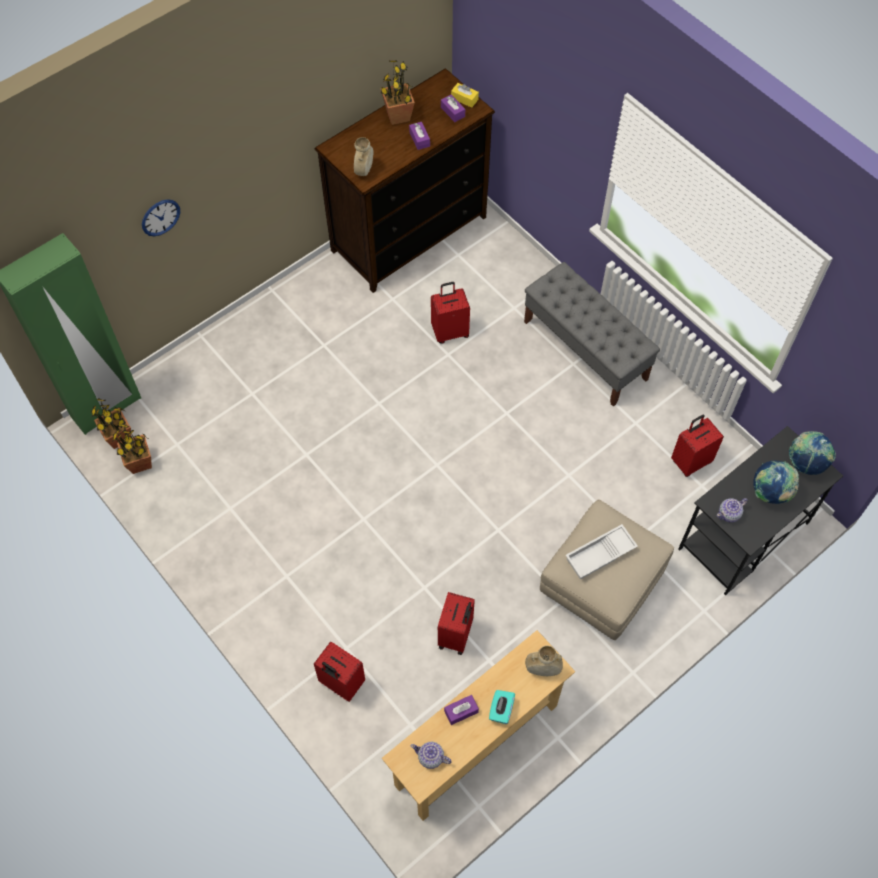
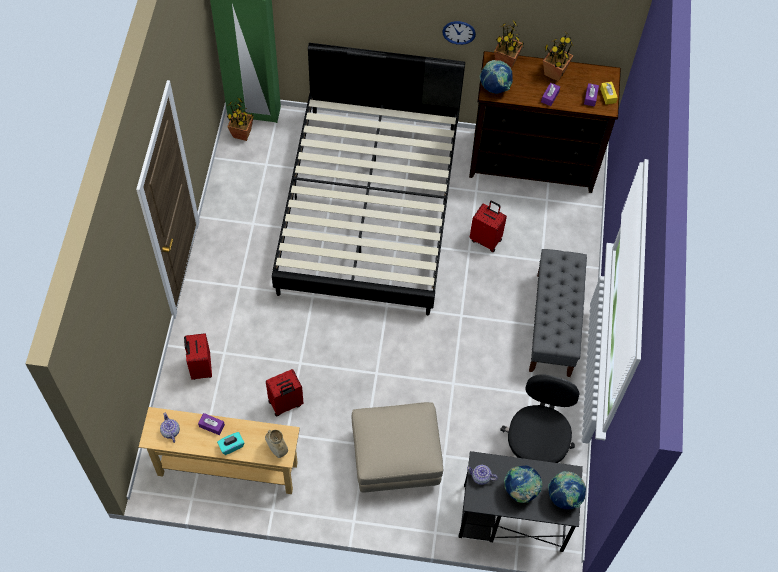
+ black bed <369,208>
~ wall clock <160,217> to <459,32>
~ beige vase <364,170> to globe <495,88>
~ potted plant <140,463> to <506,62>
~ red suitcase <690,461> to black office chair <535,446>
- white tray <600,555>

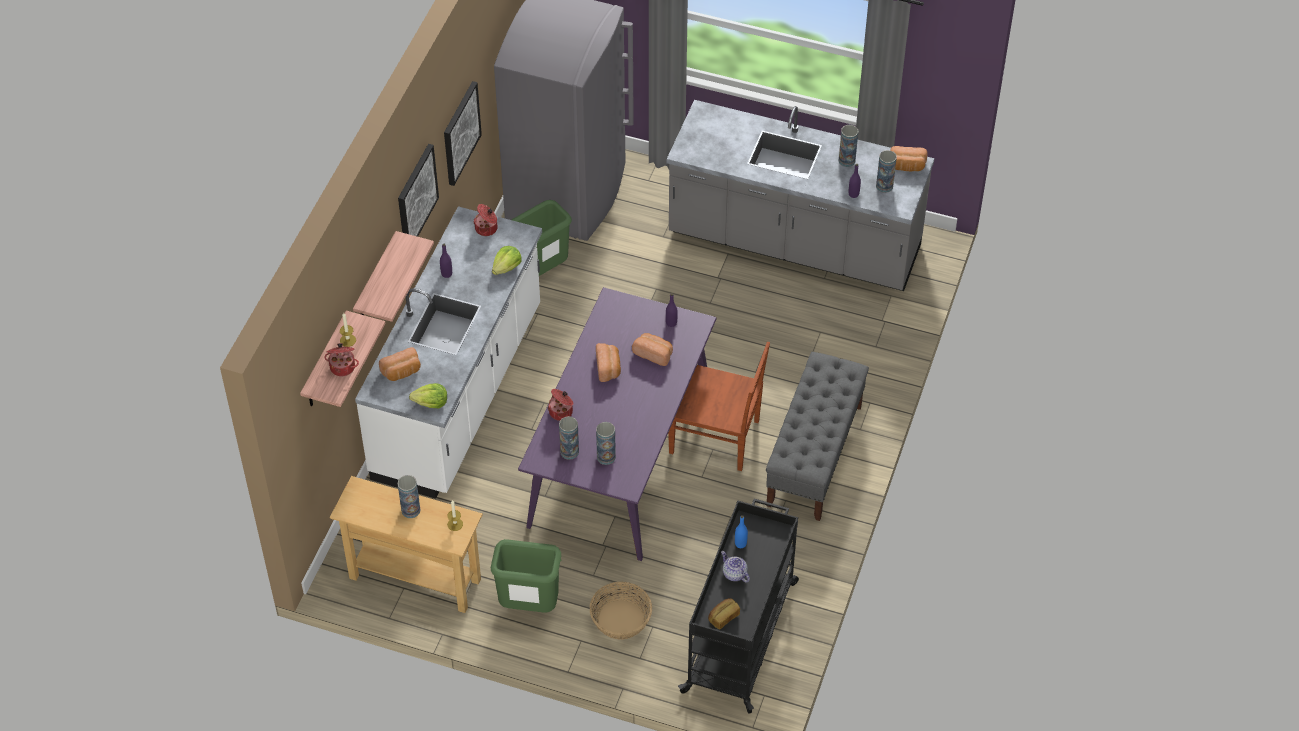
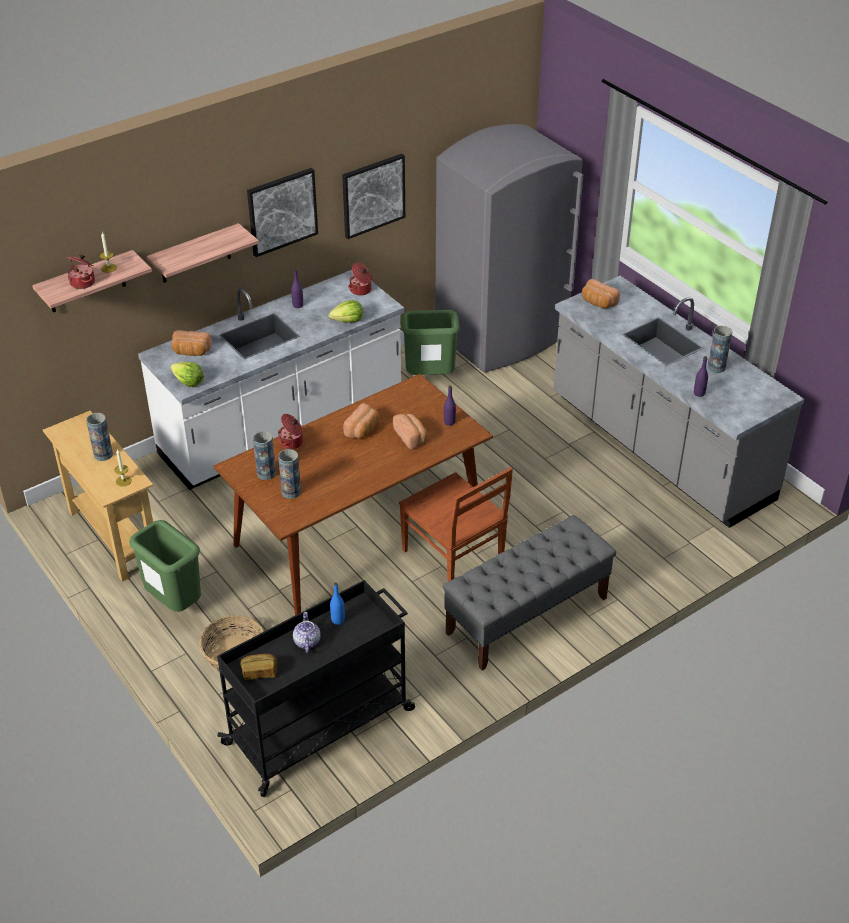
~ purple dining table <621,459> to brown dining table <358,535>
~ bread <907,166> to <598,303>
- vase <884,186>

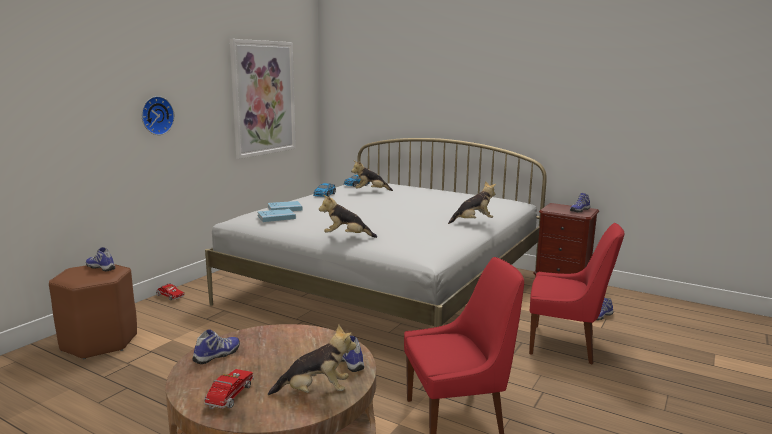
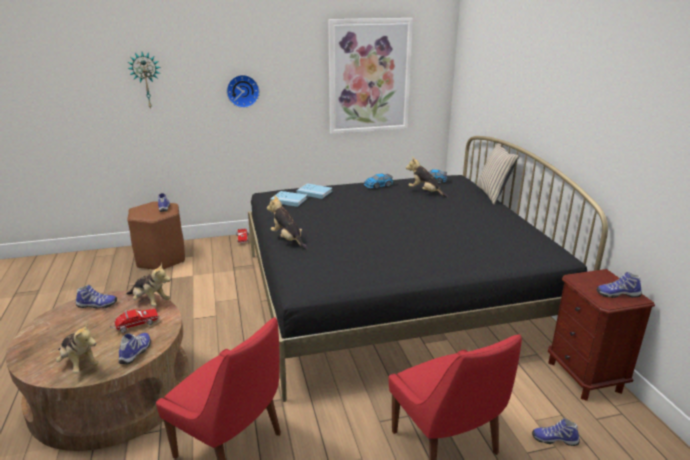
~ toy truck <229,398> to <135,325>
~ plush toy <473,222> to <150,301>
+ wall clock <146,80>
~ white bed <387,287> to black bed <393,296>
+ beige pillow <493,194>

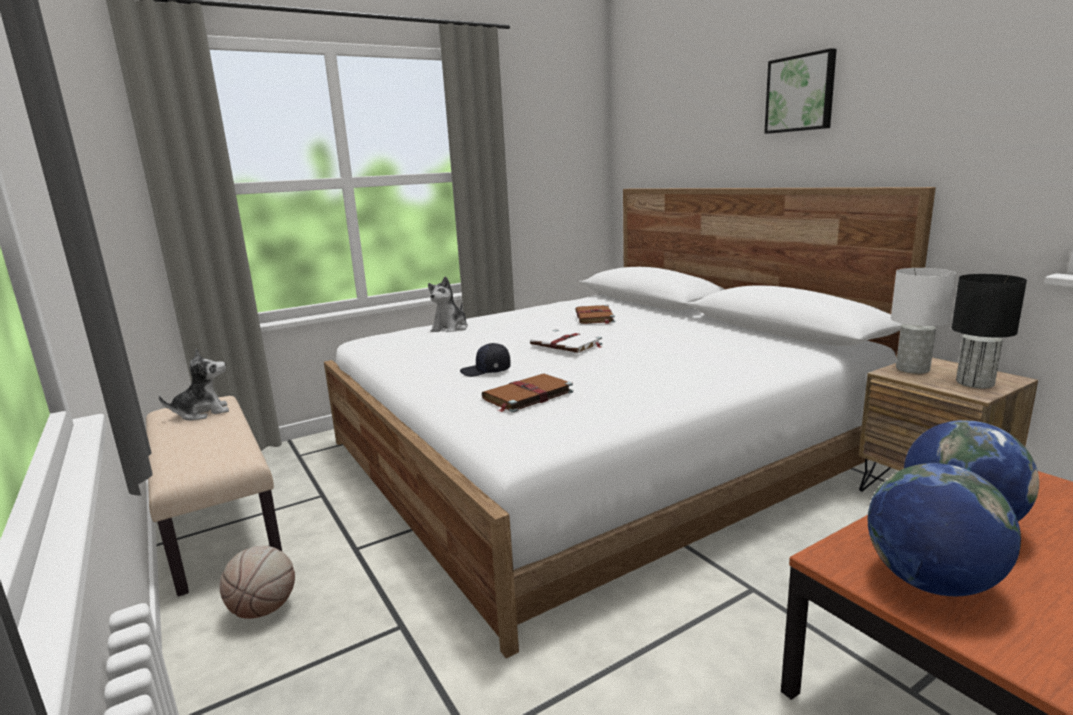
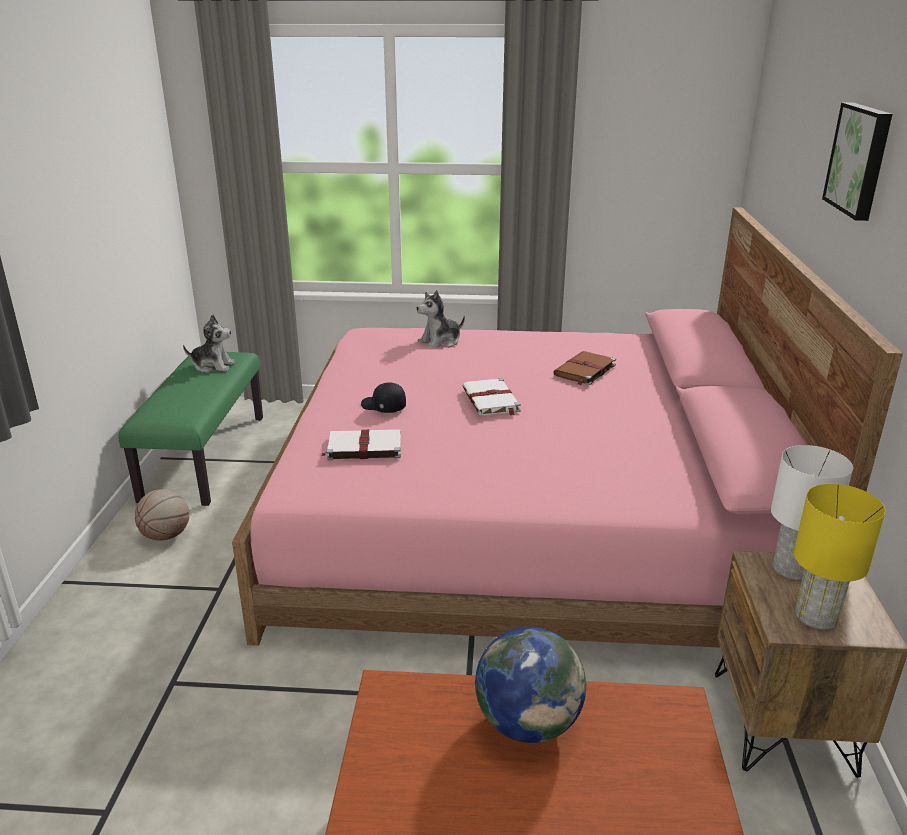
~ beige bench <217,523> to green bench <204,457>
~ white bed <594,452> to pink bed <526,514>
~ brown book <526,396> to white book <363,447>
~ black table lamp <974,383> to yellow table lamp <817,616>
- globe <931,582>

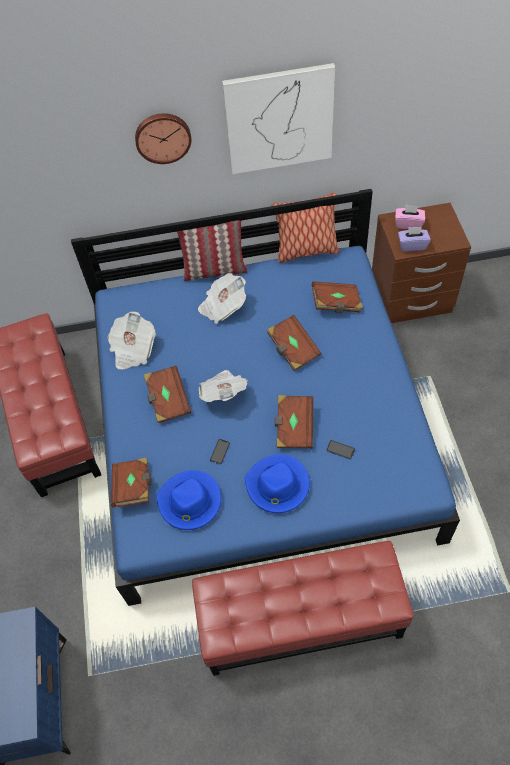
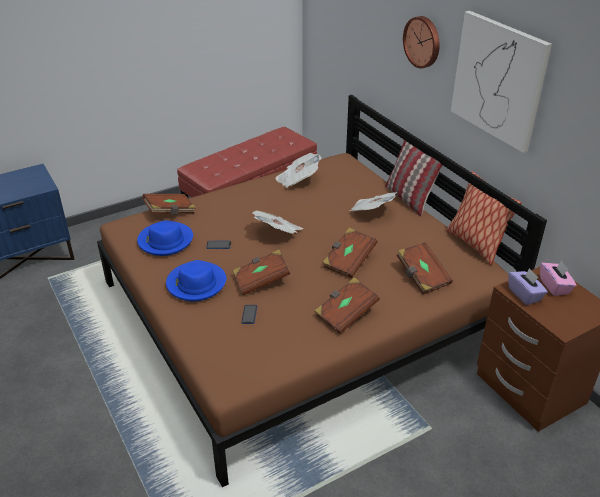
~ blue bed <260,425> to brown bed <300,311>
~ brown book <167,400> to <345,314>
- red ottoman <300,619>

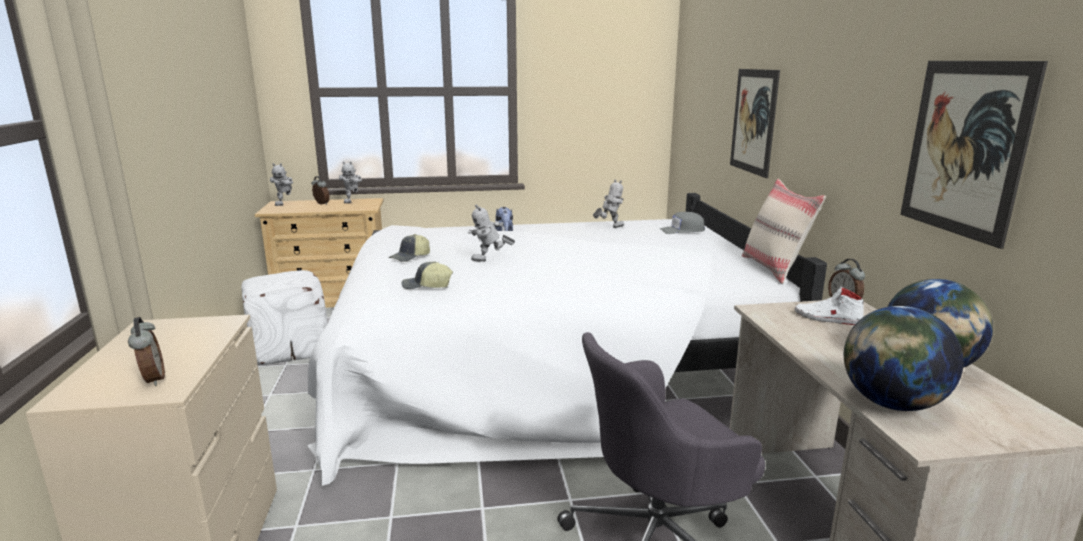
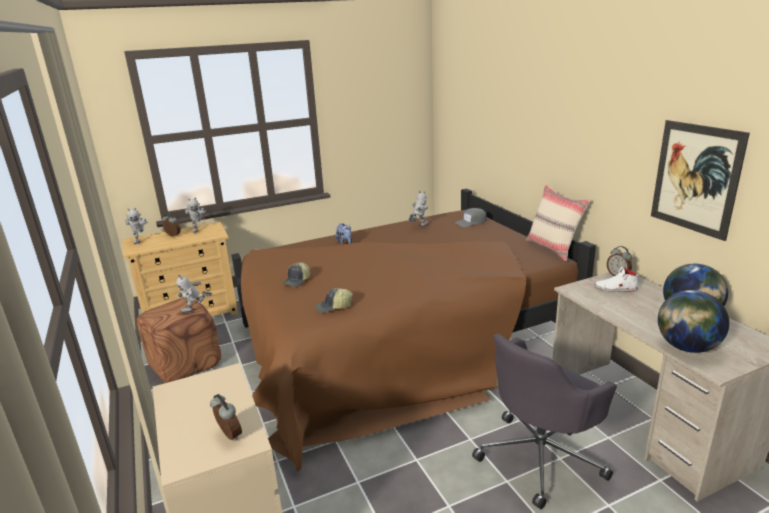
~ white ottoman <289,349> to brown ottoman <184,364>
~ toy robot <490,261> to <196,311>
~ white bed <549,368> to brown bed <399,341>
- picture <753,121>

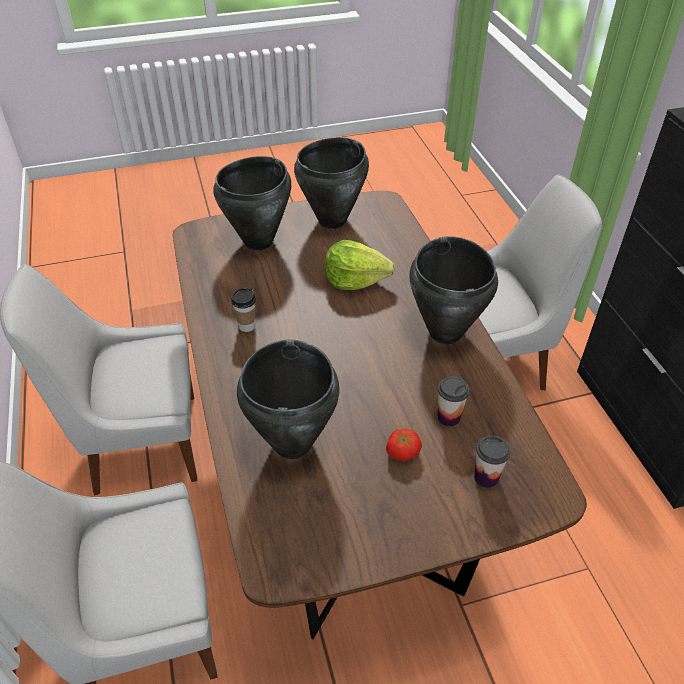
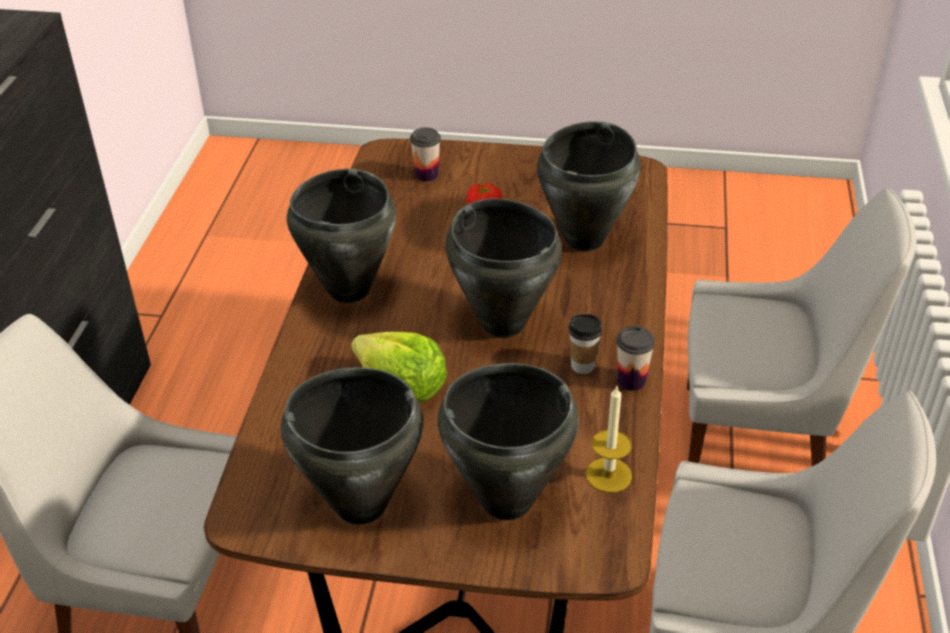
+ black cooking pot <503,322>
+ candle <608,475>
~ cup <448,417> to <631,381>

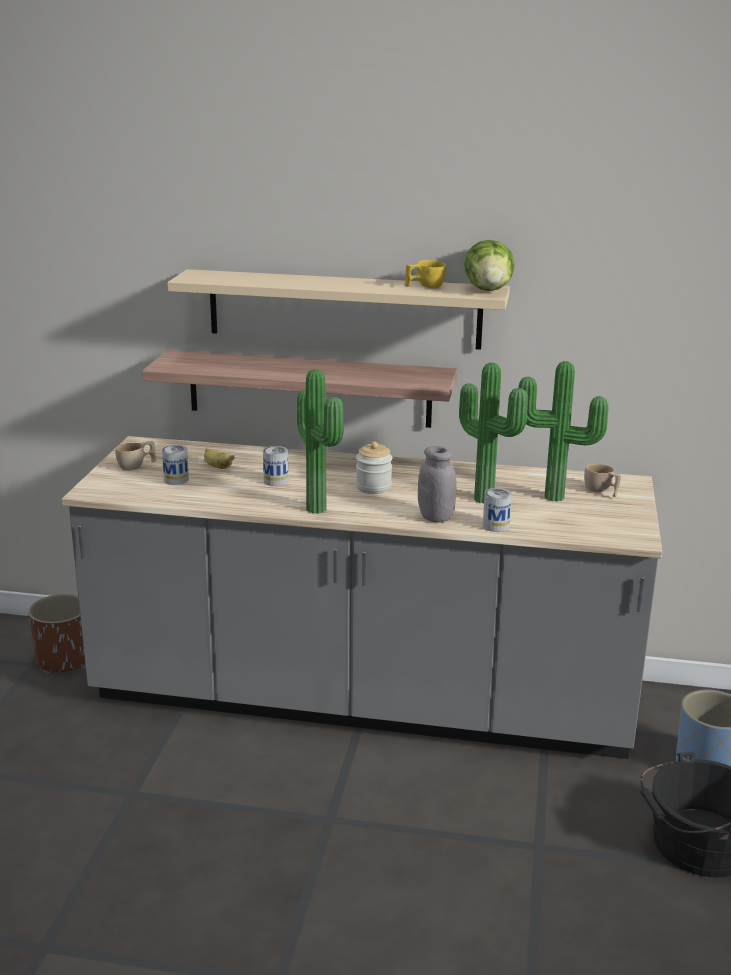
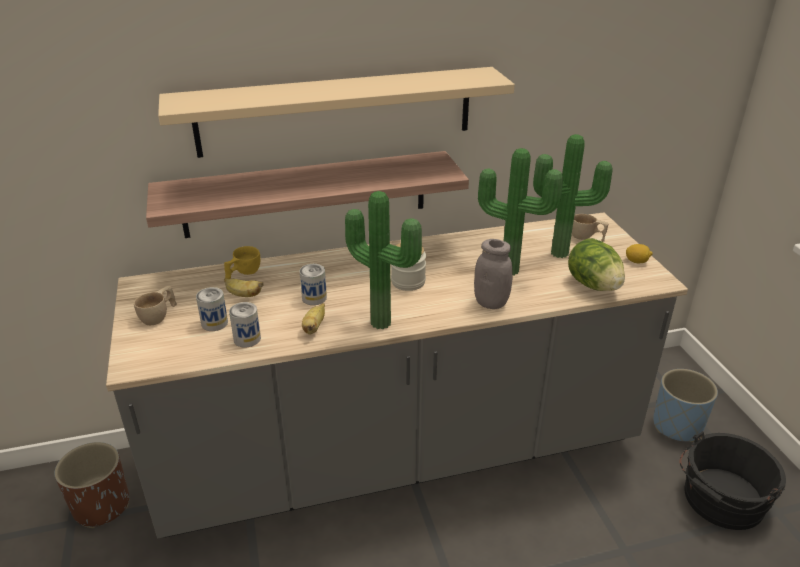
~ yellow cup <424,287> to <243,273>
~ can <496,526> to <247,339>
+ banana <314,327>
~ lettuce <488,290> to <593,285>
+ lemon <637,261>

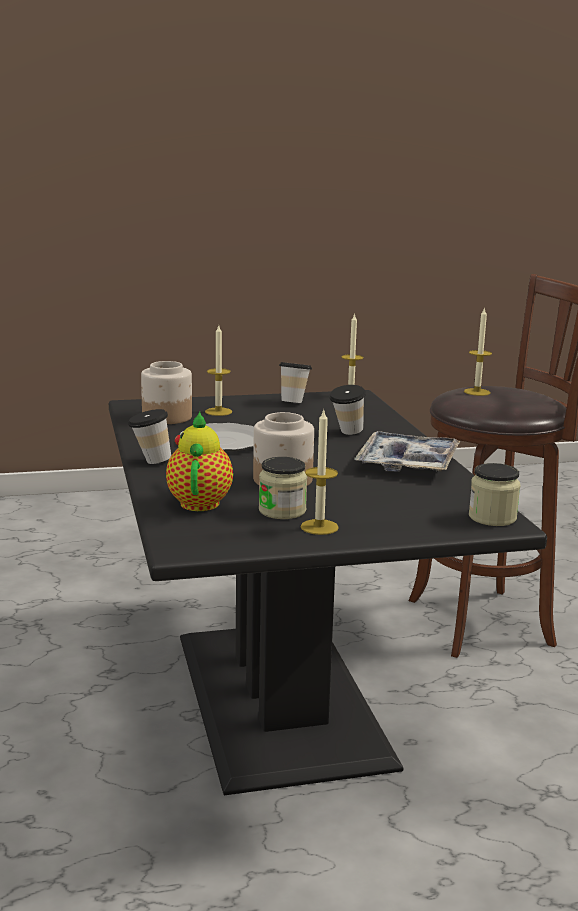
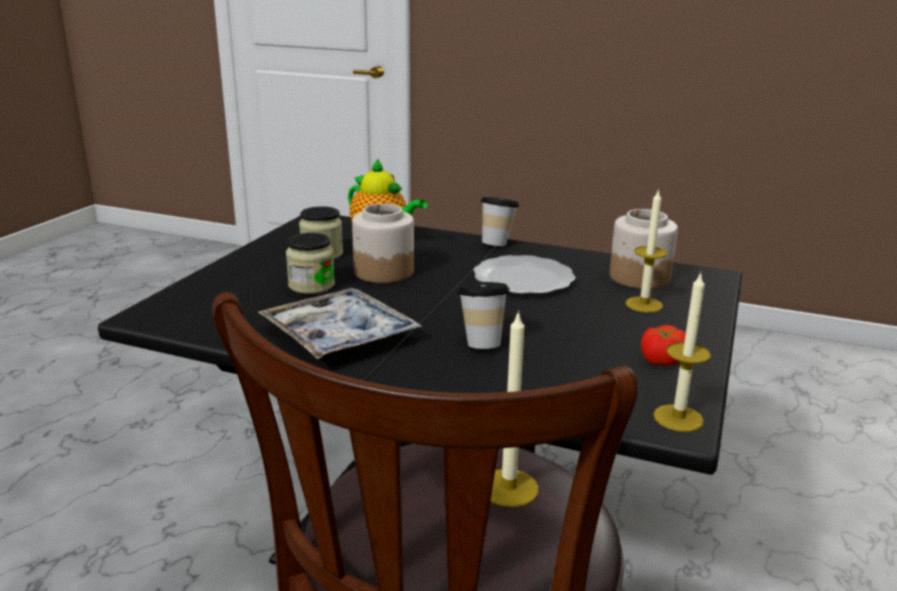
~ jar <492,517> to <311,285>
~ cup <294,402> to tomato <660,360>
- candle <319,527>

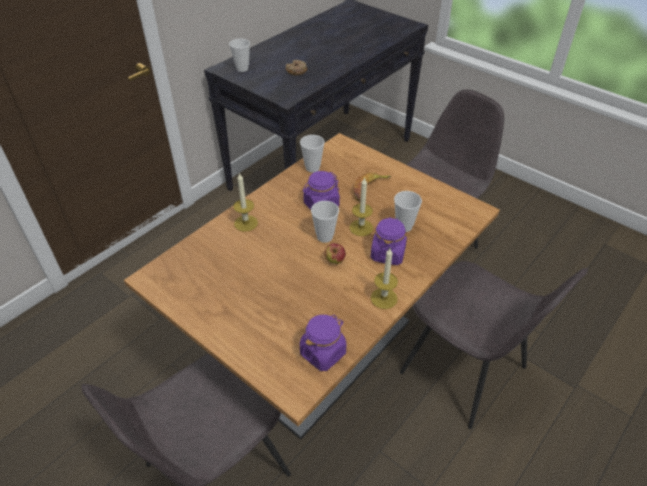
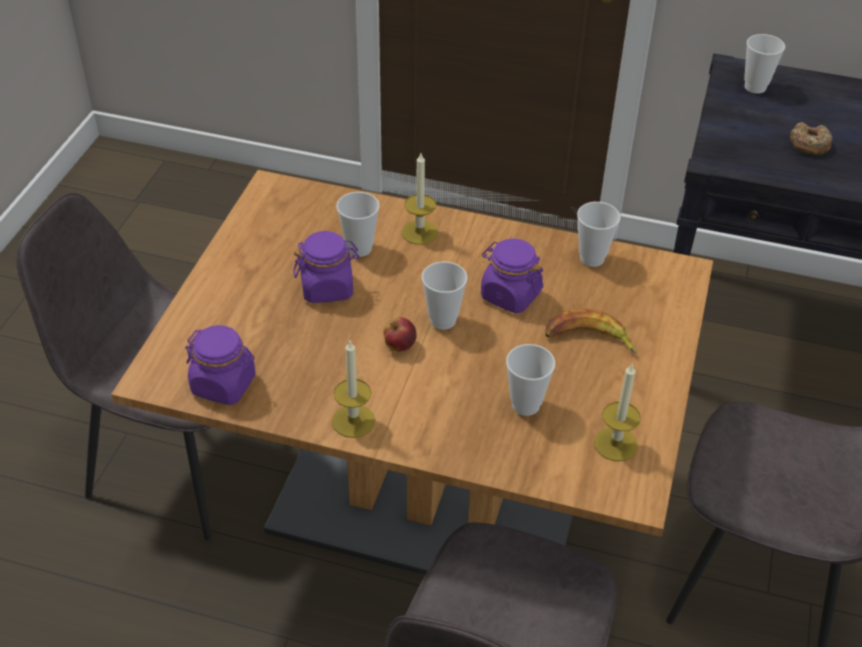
~ purple jar <387,253> to <327,287>
+ cup <359,248>
~ candle <361,228> to <615,444>

